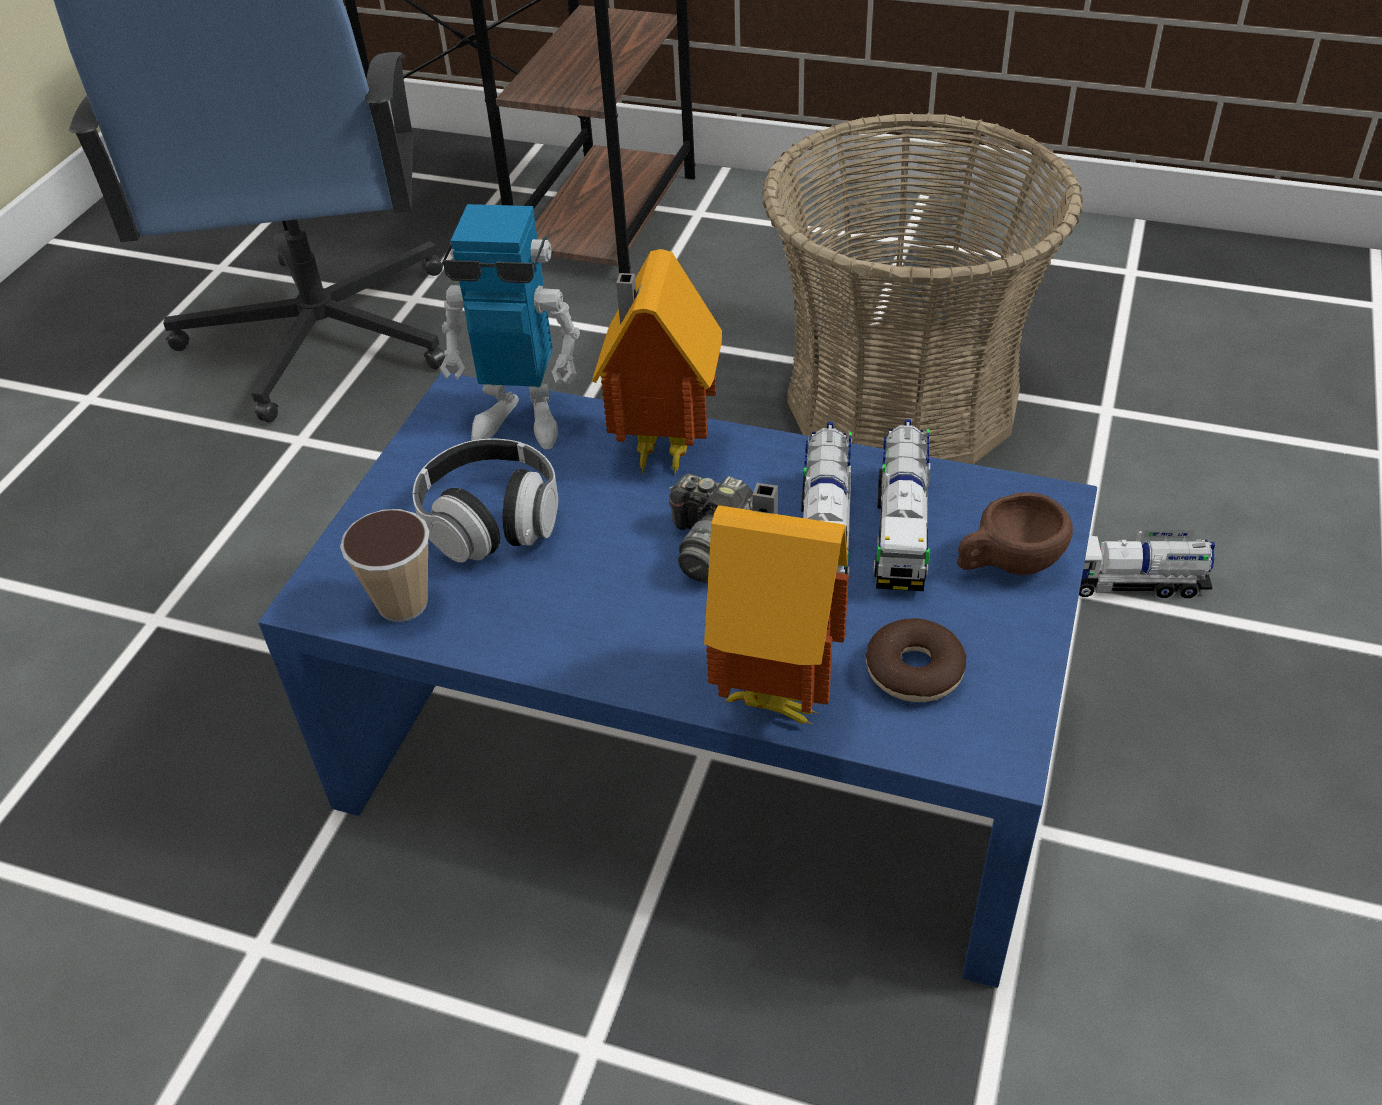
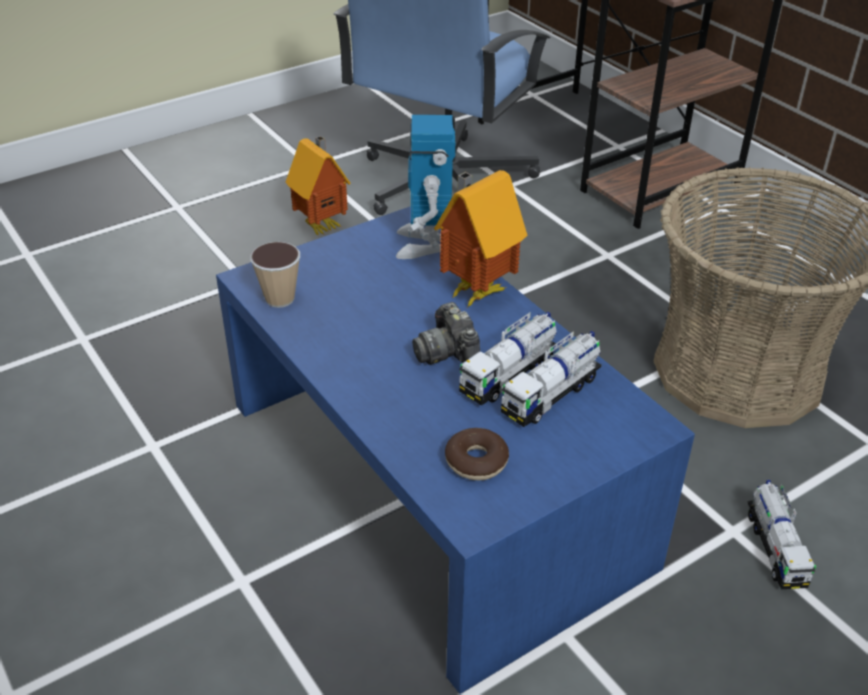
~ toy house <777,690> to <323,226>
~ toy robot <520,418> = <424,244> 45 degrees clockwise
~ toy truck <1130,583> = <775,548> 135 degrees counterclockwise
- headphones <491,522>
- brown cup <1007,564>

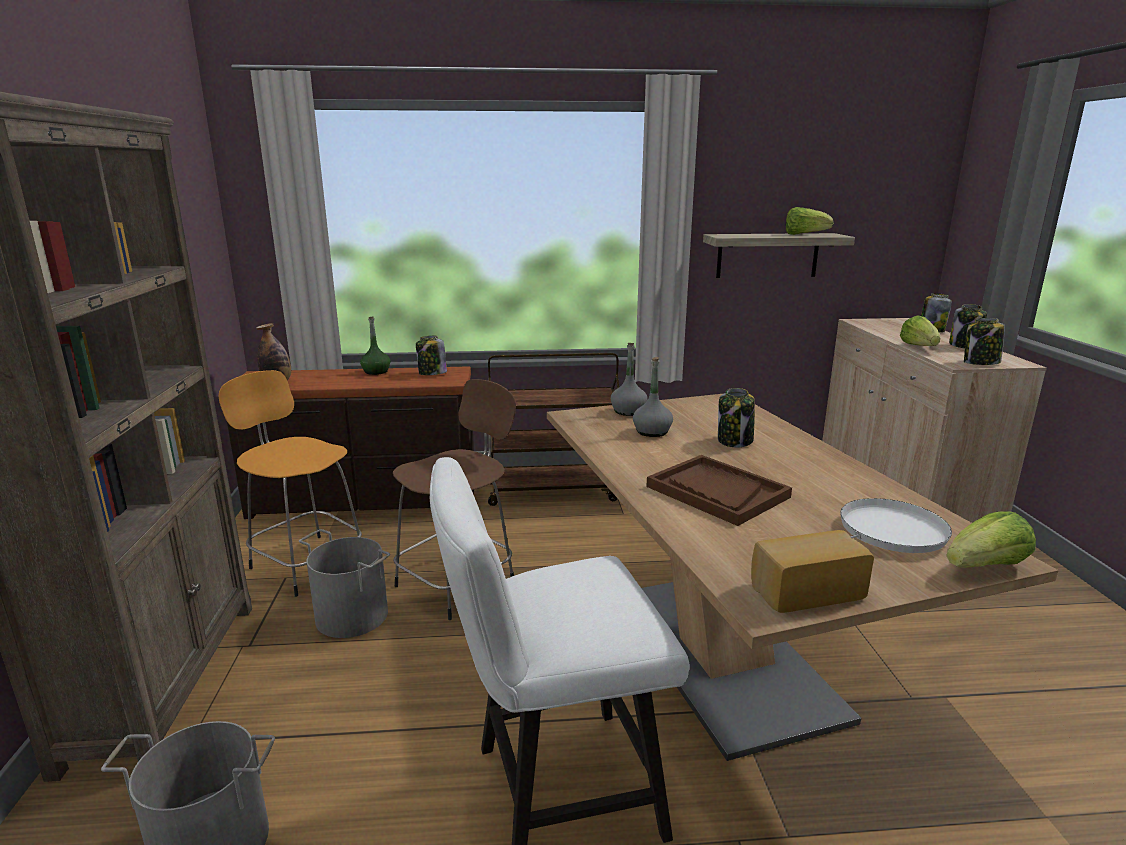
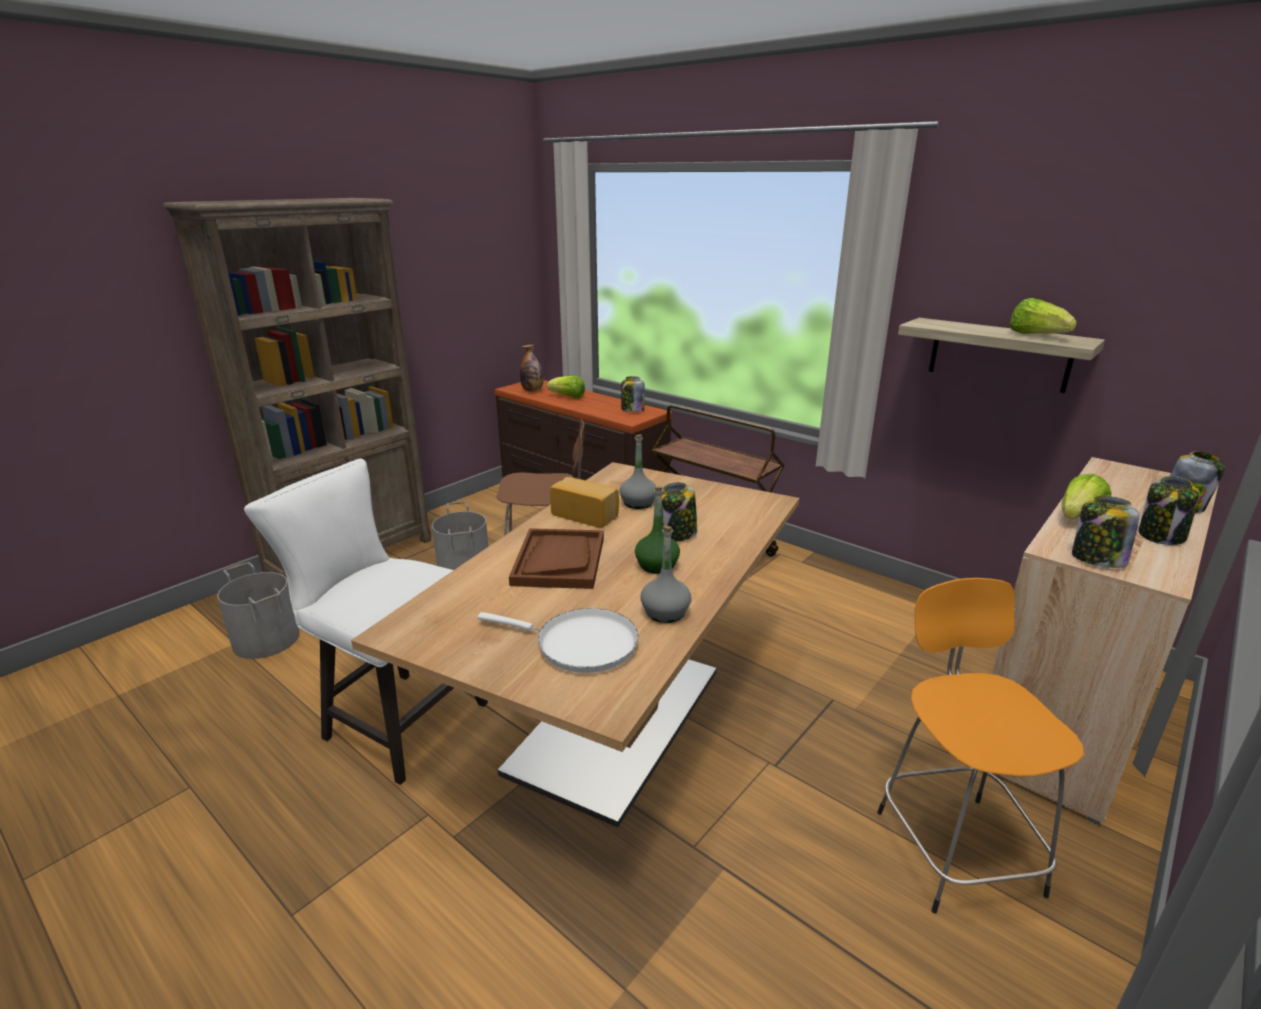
~ lettuce <985,567> to <568,397>
~ bread <804,590> to <586,515>
~ green bottle <376,371> to <656,565>
~ grey bottle <628,411> to <665,612>
~ orange stool <306,563> to <954,846>

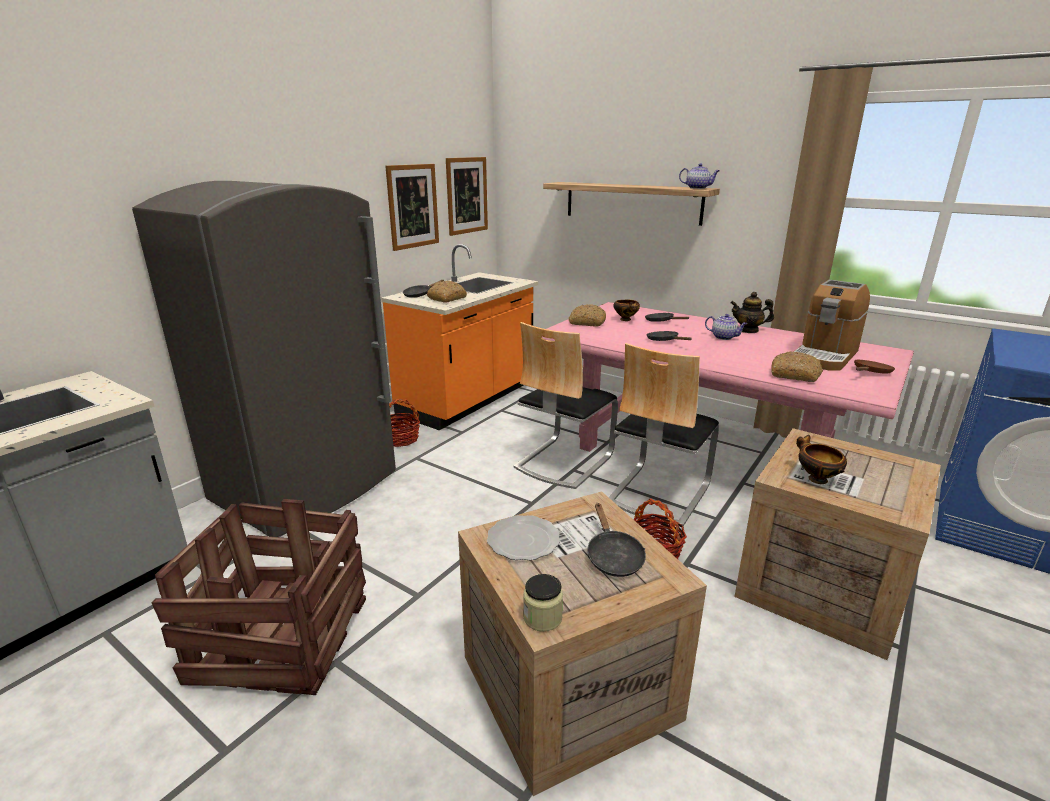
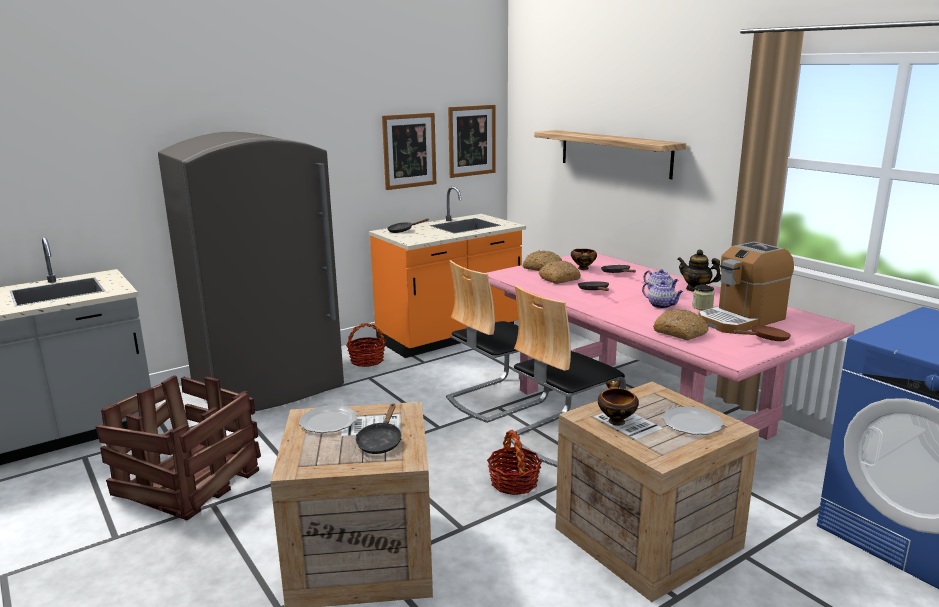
~ bread <447,298> to <559,279>
~ teapot <698,188> to <662,305>
+ plate <691,423>
~ jar <542,617> to <702,307>

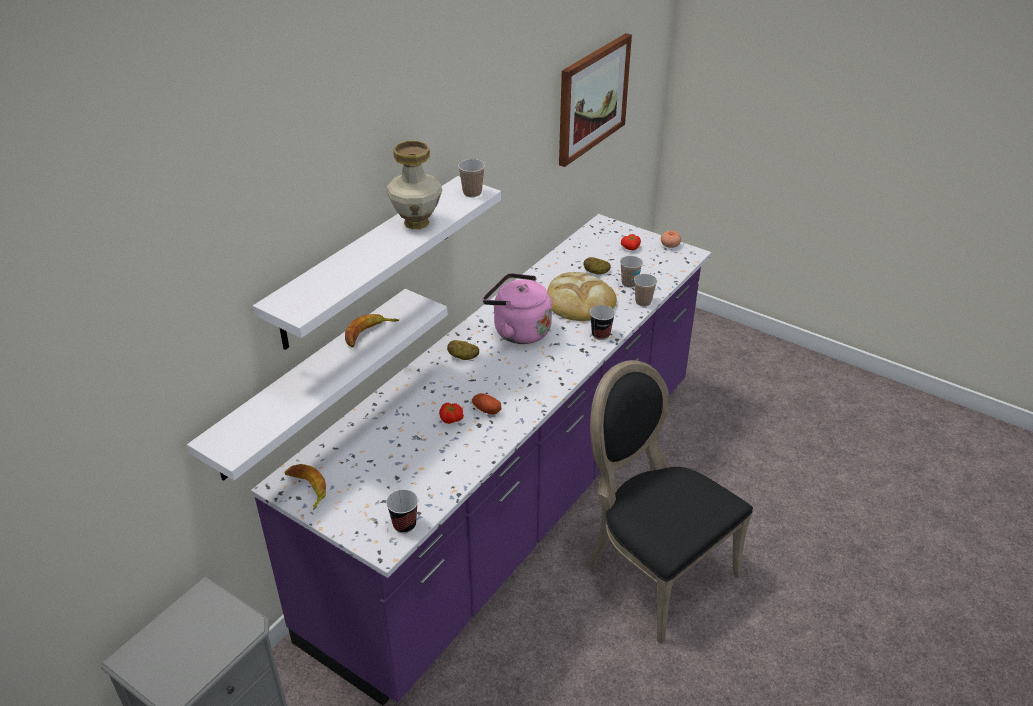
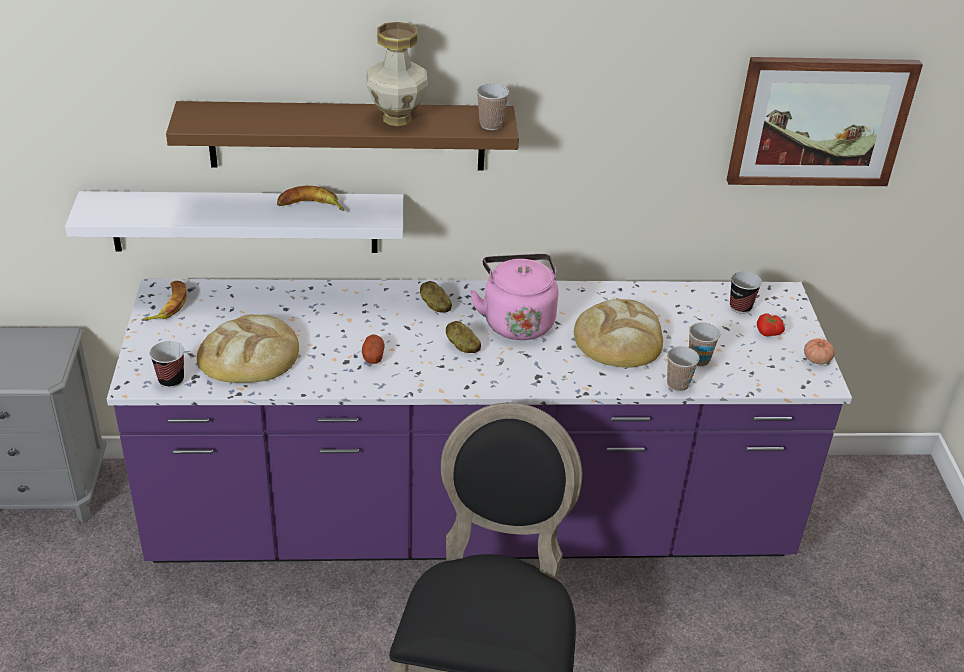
~ white shelf <368,261> to brown shelf <347,136>
+ bread <250,355>
~ potato <596,272> to <462,346>
~ cup <600,334> to <740,307>
- tomato <451,419>

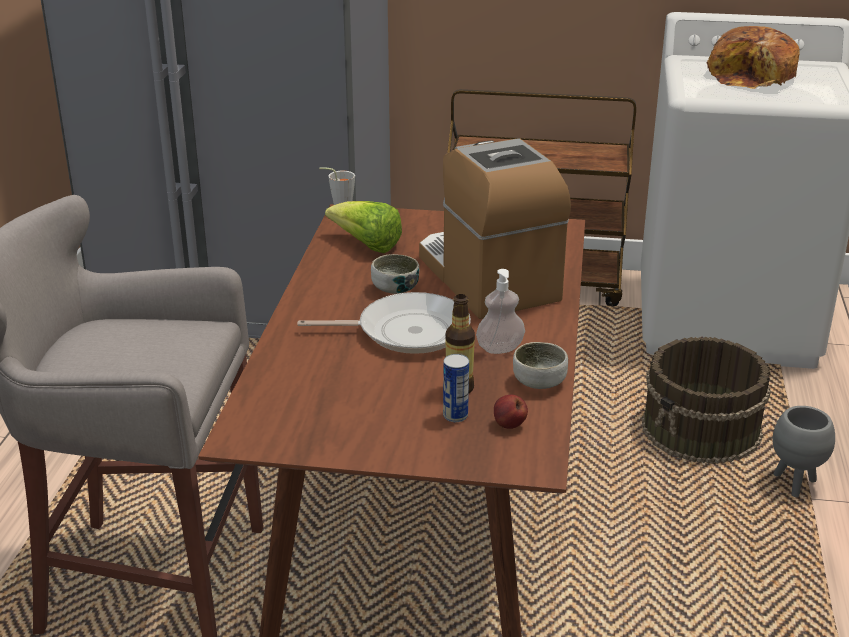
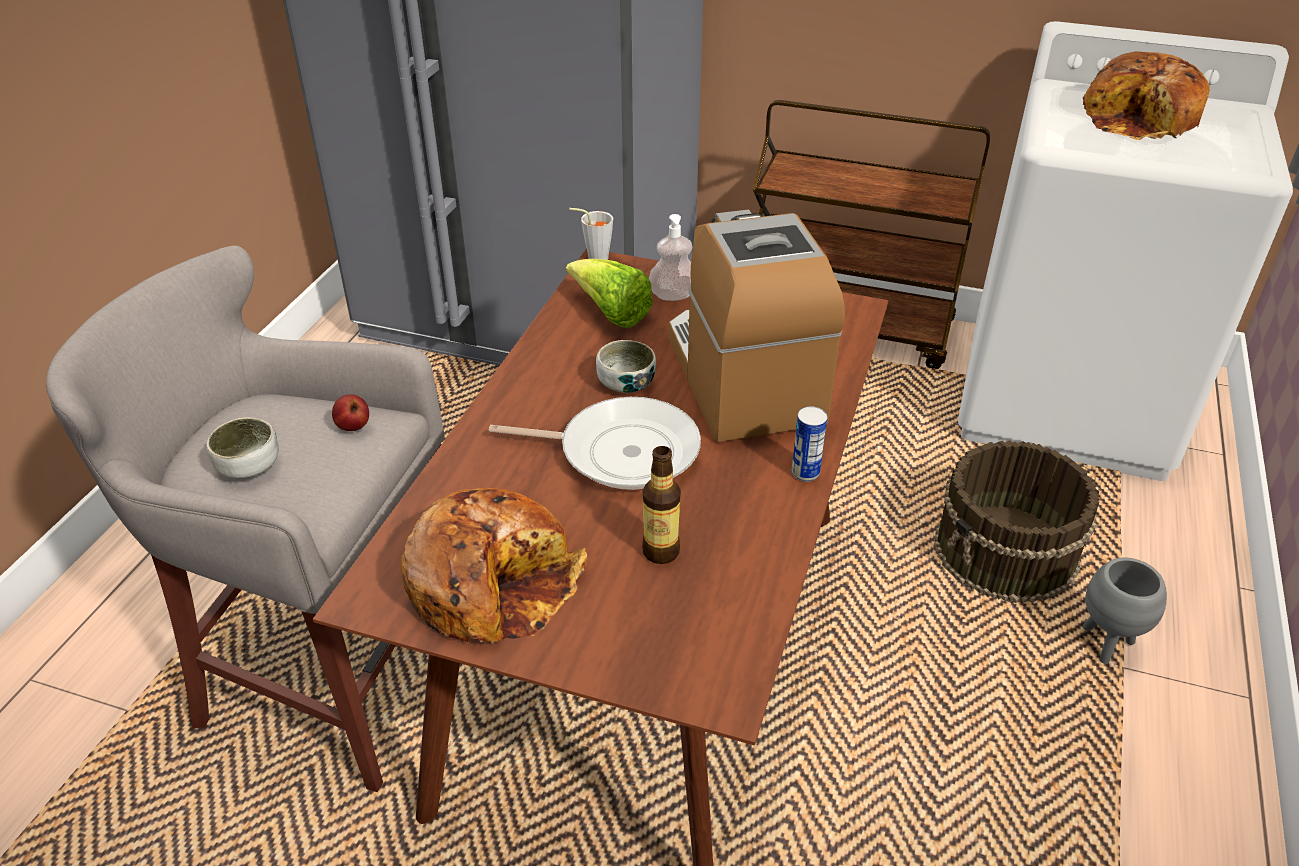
~ bowl <539,382> to <249,466>
~ apple <508,425> to <353,426>
+ bread <493,582>
~ soap dispenser <500,348> to <673,295>
~ can <455,416> to <805,473>

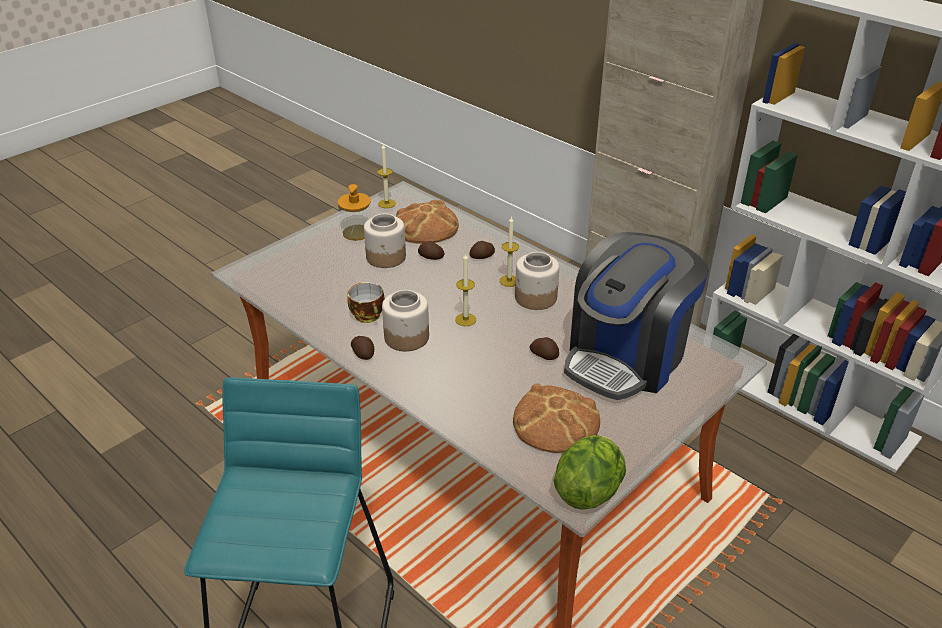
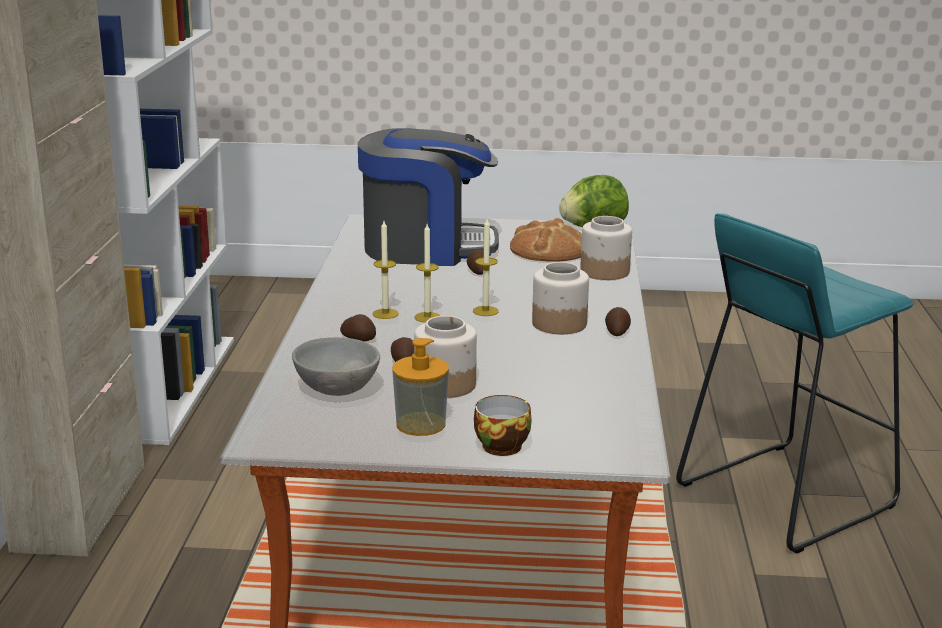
~ bread <426,226> to grey bowl <337,389>
~ candle <387,203> to <427,317>
~ cup <369,316> to <501,445>
~ jar <535,298> to <605,271>

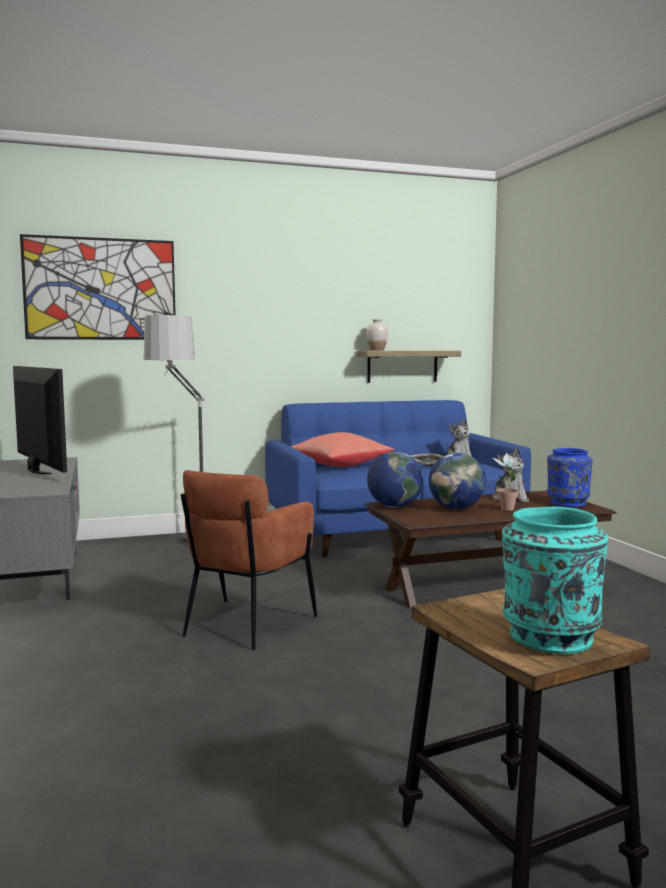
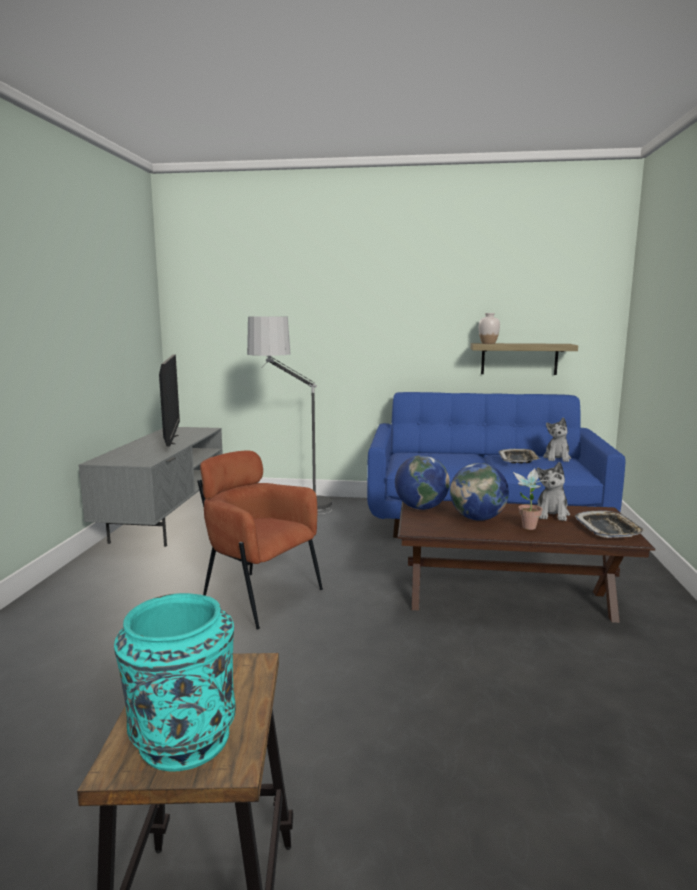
~ brown armchair <245,625> = <259,596> 75 degrees clockwise
~ blue vase <568,504> to tray <608,529>
- picture <101,289>
- red pillow <339,465>

